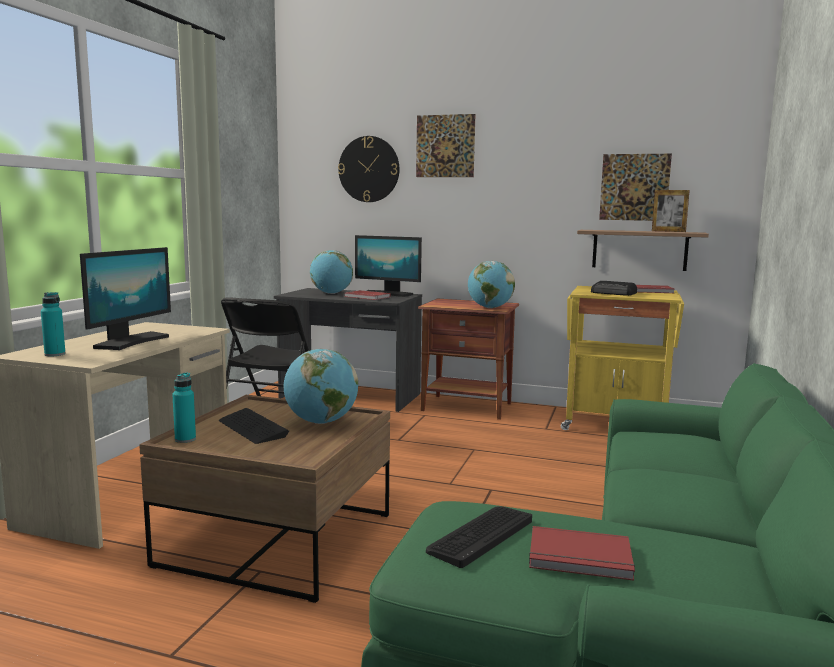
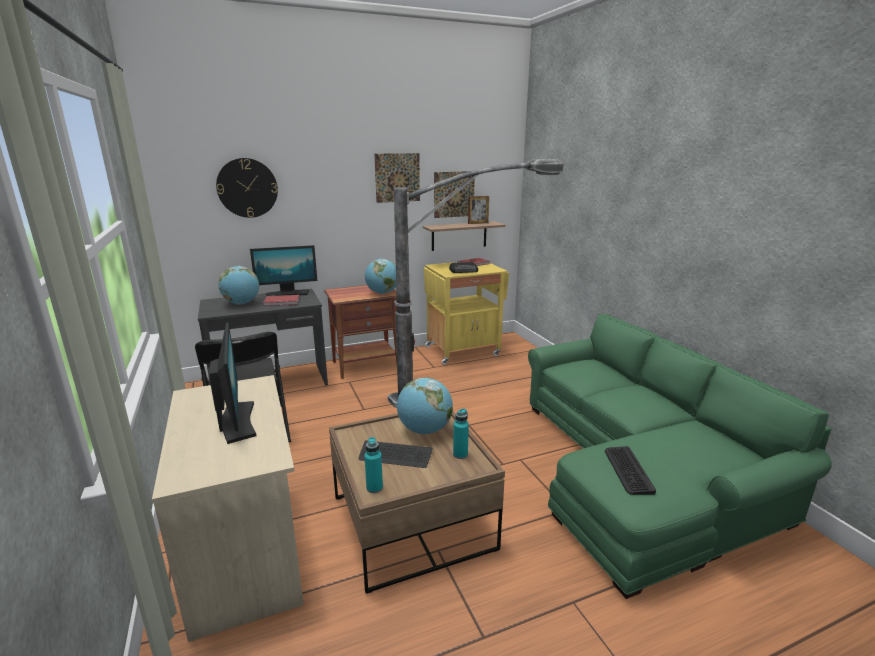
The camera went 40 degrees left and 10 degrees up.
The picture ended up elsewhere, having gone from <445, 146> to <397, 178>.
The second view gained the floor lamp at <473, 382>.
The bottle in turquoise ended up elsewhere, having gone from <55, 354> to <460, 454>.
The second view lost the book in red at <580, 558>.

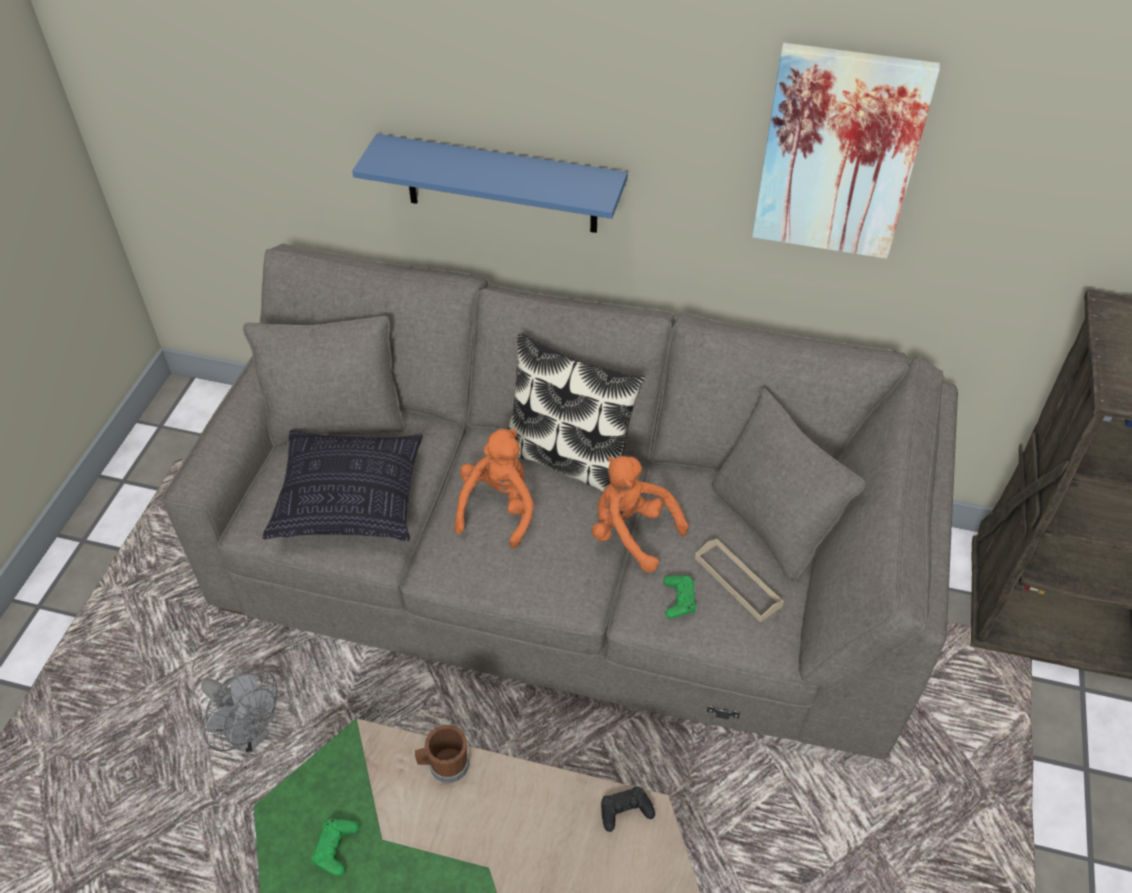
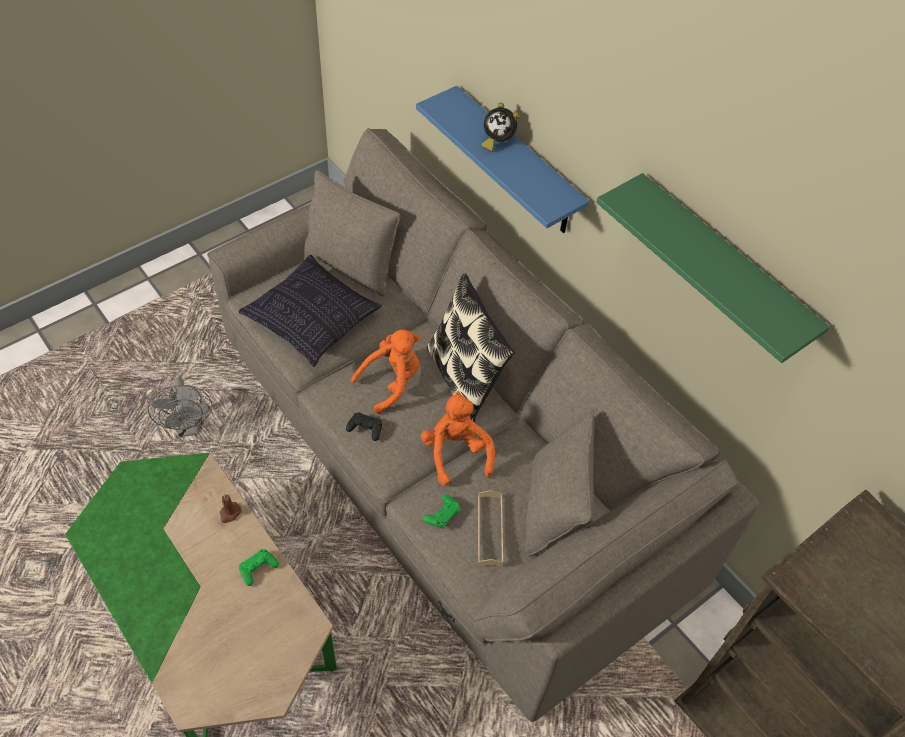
The camera went 35 degrees right and 5 degrees up.
Where the mug in brown stood at <444, 765>, the candle in brown came to stand at <229, 513>.
The game controller in green ended up elsewhere, having gone from <336, 848> to <258, 568>.
The game controller in black ended up elsewhere, having gone from <625, 811> to <365, 428>.
The second view gained the alarm clock at <497, 141>.
Where the picture hung at <839, 153>, the shelf in green came to hang at <720, 270>.

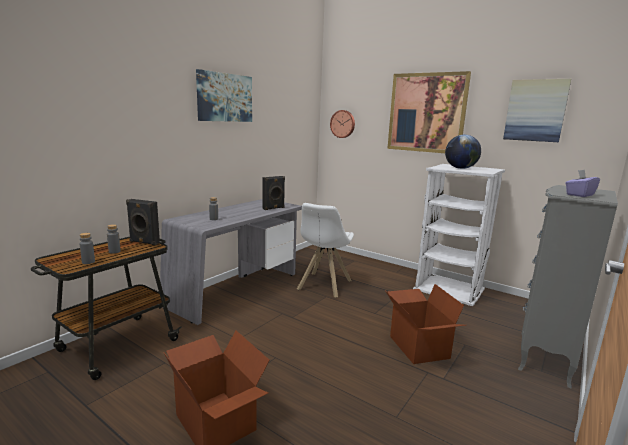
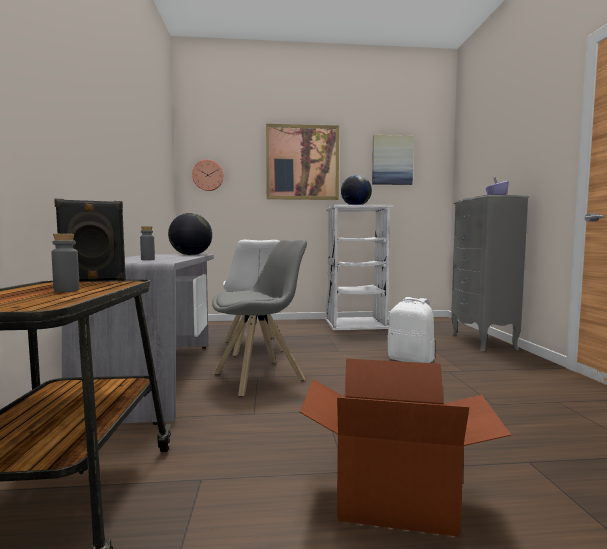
The camera went 40 degrees left and 10 degrees down.
Where the speaker in black stood at <274, 208>, the globe came to stand at <191, 255>.
The second view gained the chair in grey at <260, 377>.
Where the cardboard box stood at <417, 347>, the backpack in white came to stand at <411, 360>.
The second view lost the bottle in grey at <88, 262>.
The second view lost the picture at <224, 97>.

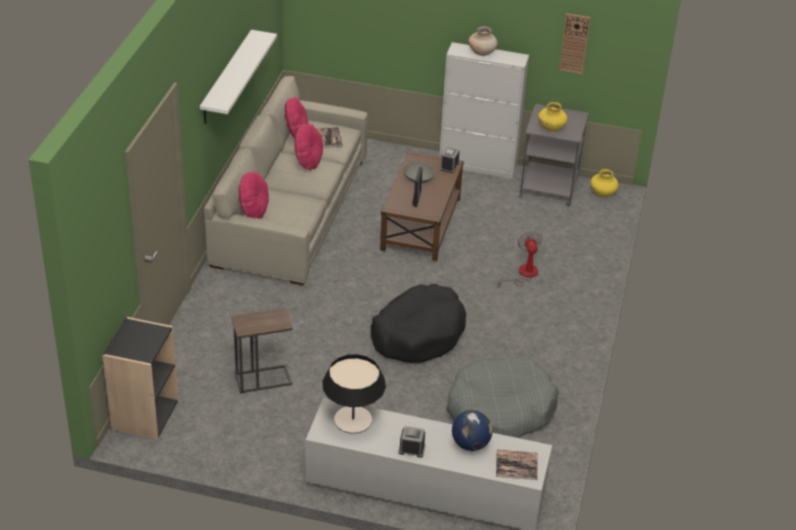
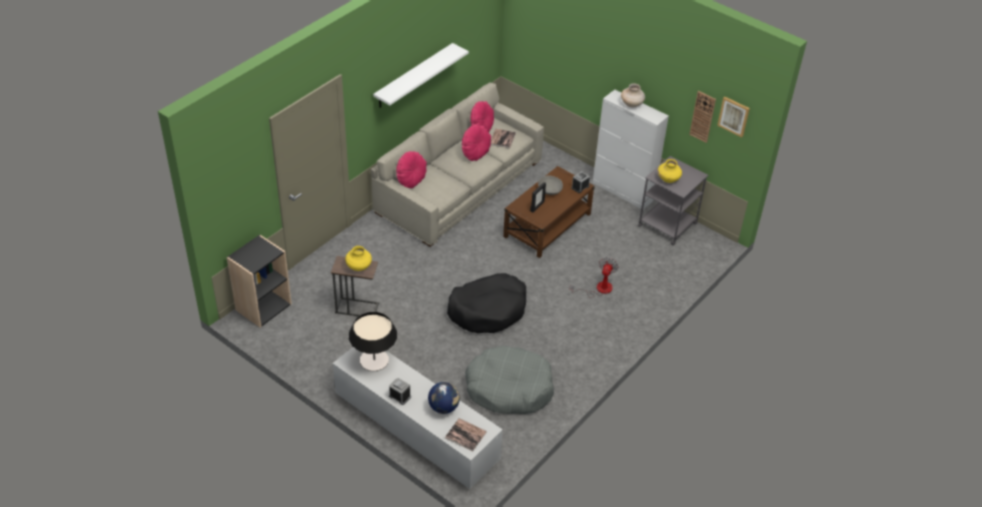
The camera went 25 degrees right and 5 degrees up.
The vase in yellow ended up elsewhere, having gone from <603, 193> to <359, 267>.
The second view gained the picture at <734, 116>.

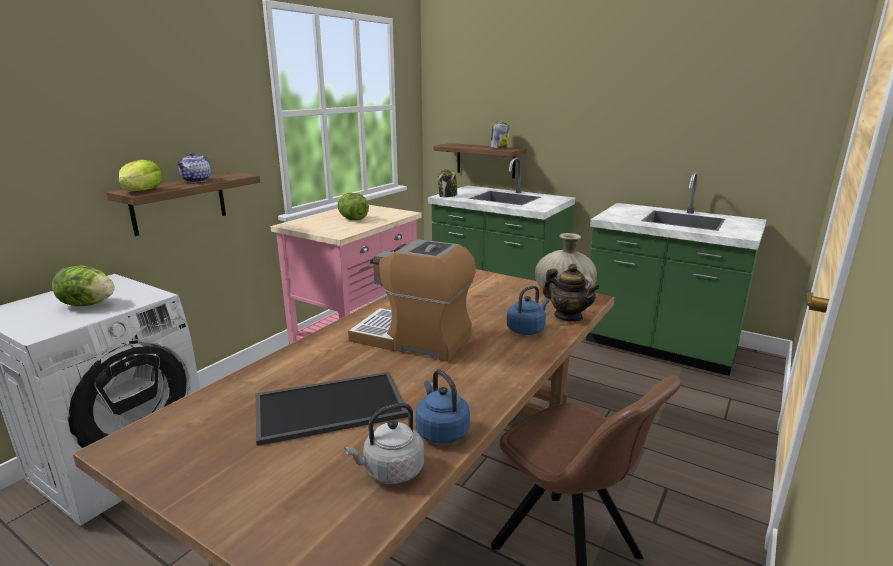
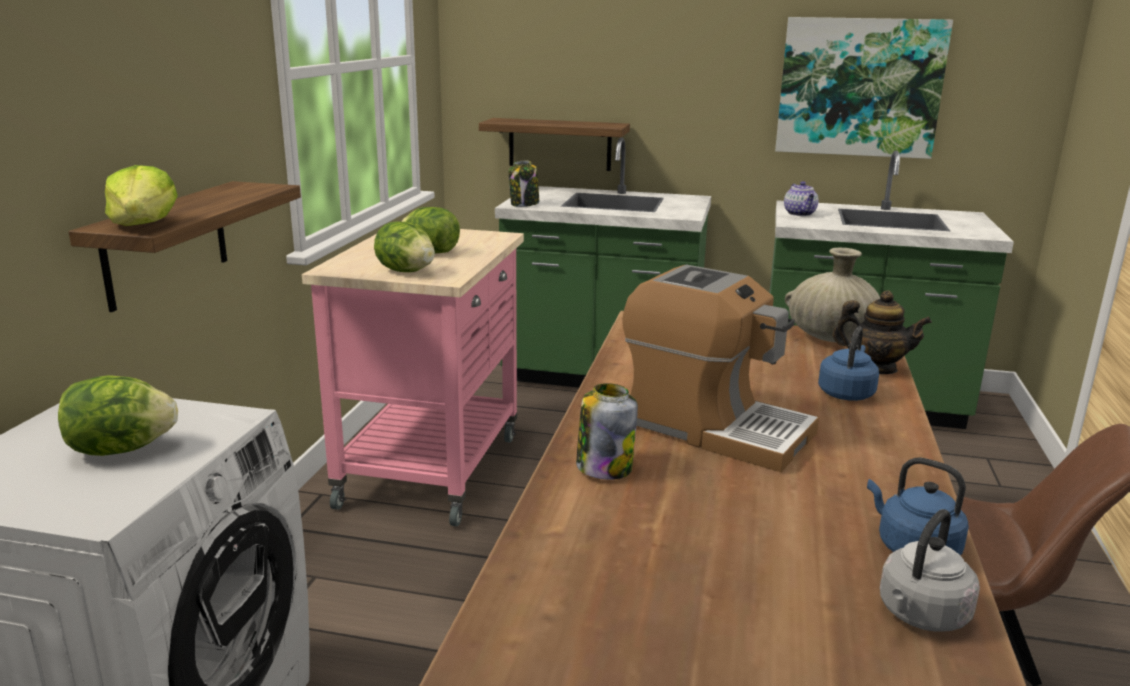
The camera went 20 degrees left and 0 degrees up.
The second view gained the lettuce at <406, 271>.
The jar ended up elsewhere, having gone from <498, 148> to <604, 467>.
The coffee machine at <413, 339> ended up facing another way, 150 degrees counterclockwise from before.
The second view gained the picture at <859, 87>.
The teapot ended up elsewhere, having gone from <196, 181> to <800, 214>.
The second view lost the tray at <328, 408>.

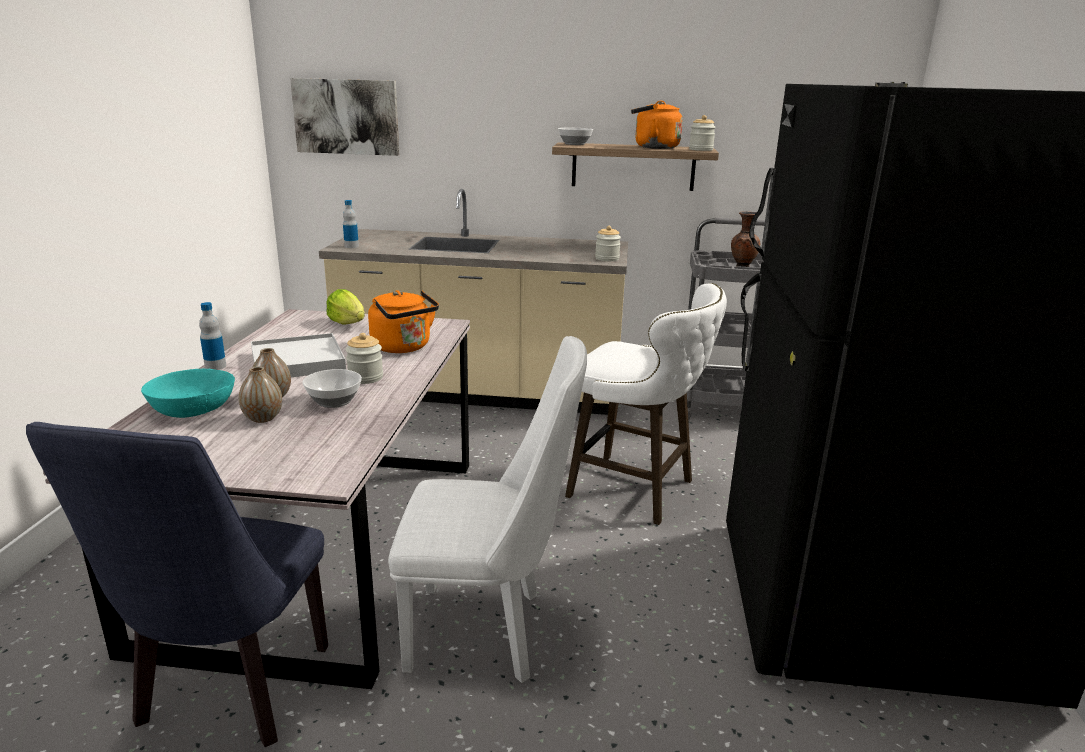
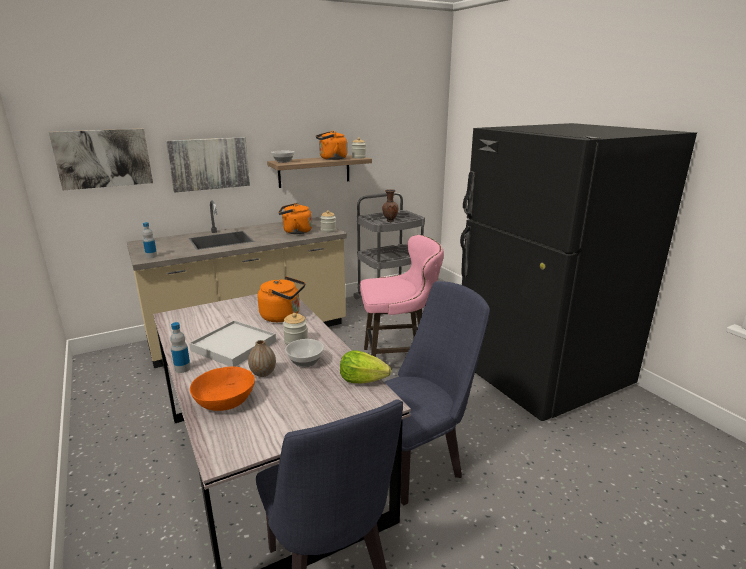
The camera went 35 degrees left and 0 degrees up.
The second view gained the picture at <209, 163>.
What was the bowl in turquoise at <192, 408> turned into the bowl in orange at <224, 400>.
The second view gained the kettle in orange at <295, 232>.
The lettuce ended up elsewhere, having gone from <347, 323> to <362, 380>.
What was the stool in white at <636, 490> turned into the stool in pink at <399, 360>.
What was the chair in white at <489, 631> turned into the chair in blue at <417, 463>.
The second view lost the vase at <263, 418>.

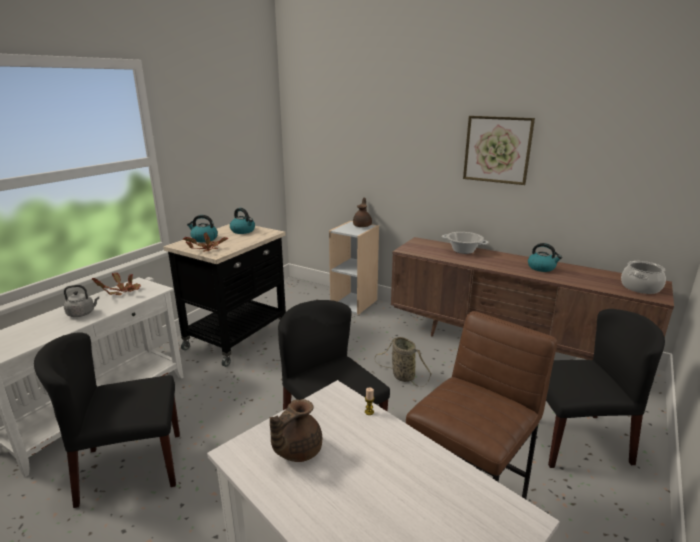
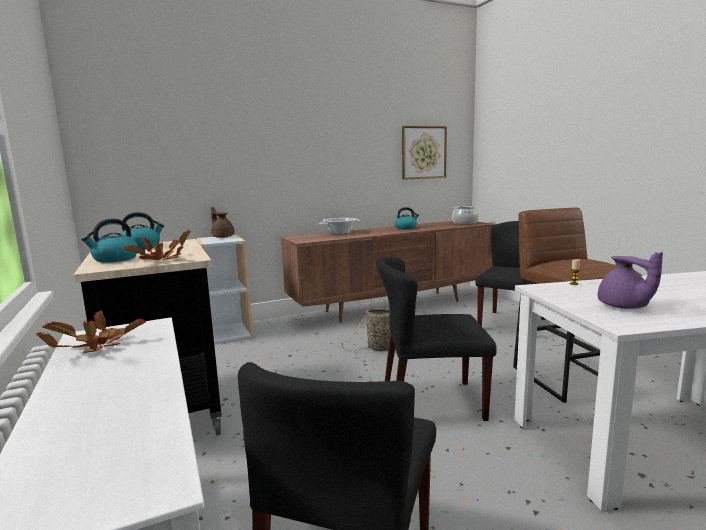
The camera went 55 degrees left and 10 degrees down.
The picture ended up elsewhere, having gone from <497, 149> to <423, 152>.
What was the teapot in brown at <297, 450> turned into the teapot in purple at <624, 307>.
The second view lost the kettle in grey at <82, 313>.

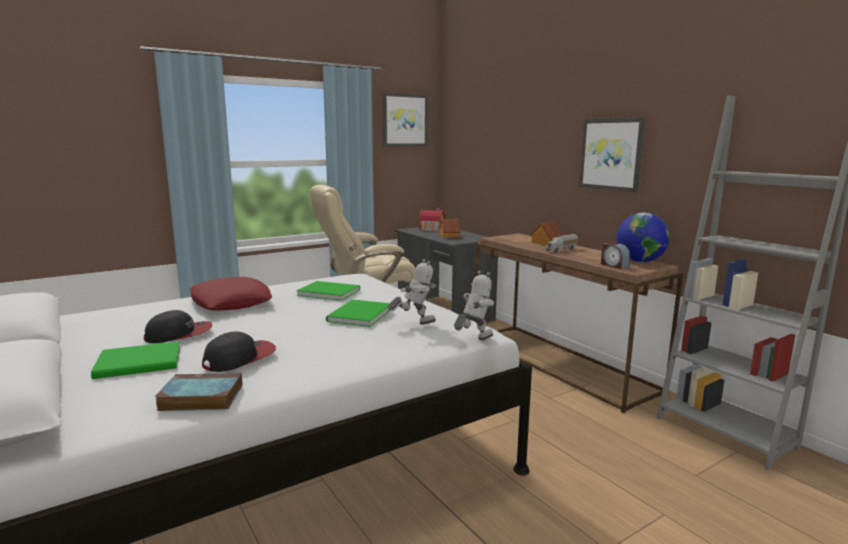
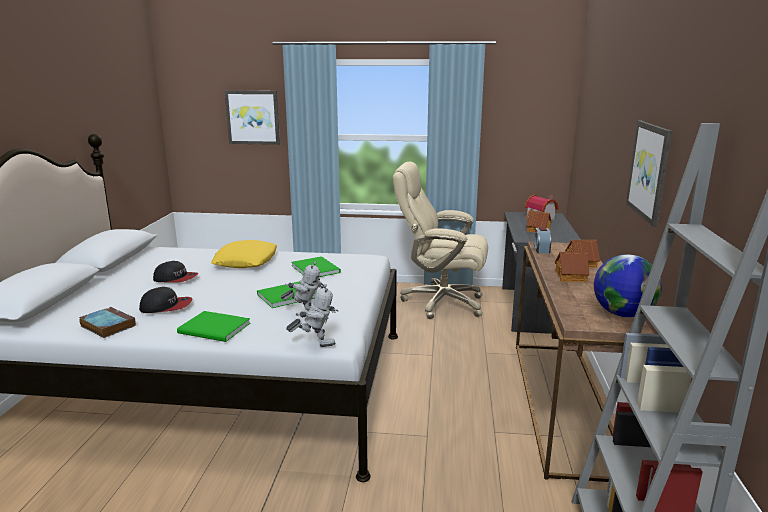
The camera went 40 degrees right and 5 degrees up.
The book in green ended up elsewhere, having gone from <141, 363> to <215, 329>.
What was the pillow in red at <230, 302> turned into the pillow in yellow at <246, 261>.
The picture ended up elsewhere, having gone from <404, 120> to <253, 117>.
The alarm clock ended up elsewhere, having gone from <613, 265> to <541, 249>.
Where the toy truck stood at <561, 250>, the toy house came to stand at <571, 277>.

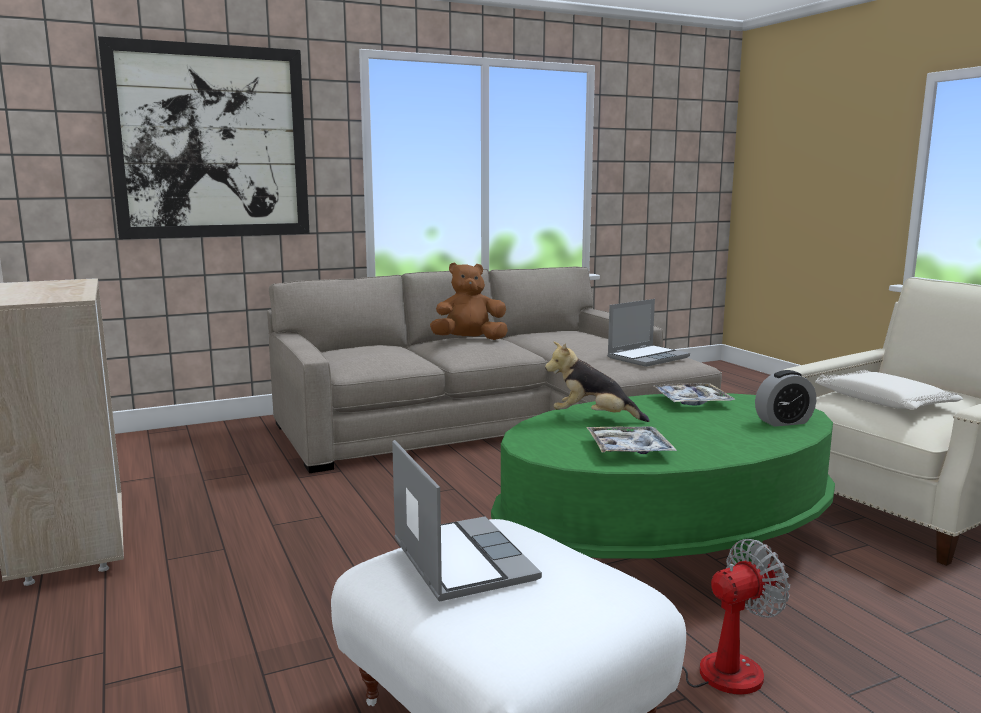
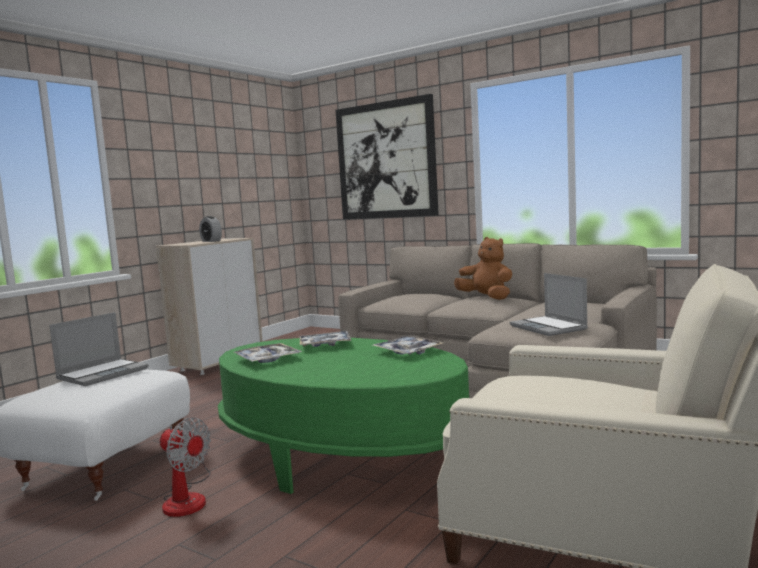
The camera went 60 degrees right and 5 degrees down.
The alarm clock ended up elsewhere, having gone from <783, 422> to <211, 241>.
Where the plush toy stood at <593, 418>, the tray came to stand at <325, 345>.
The laptop at <648, 357> ended up facing another way, 45 degrees clockwise from before.
The second view lost the pillow in white at <884, 399>.

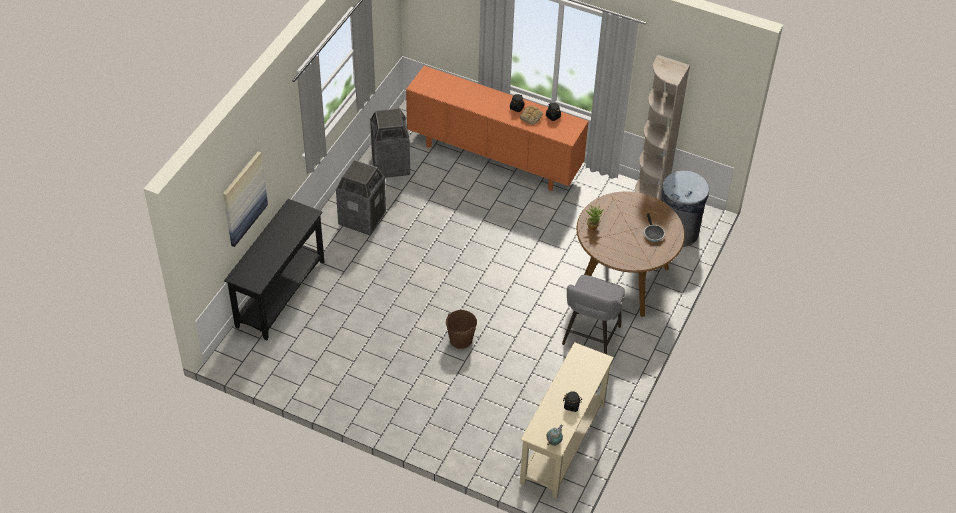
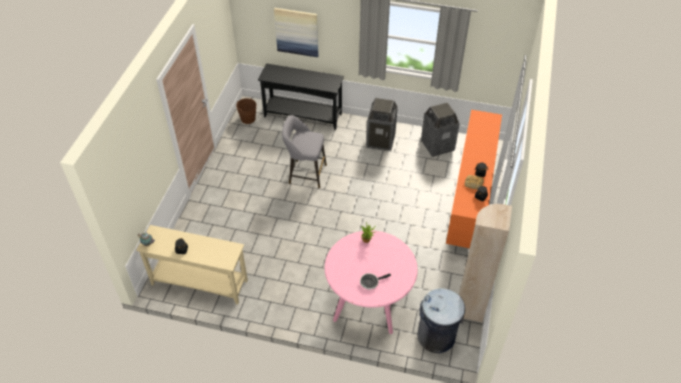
The camera went 80 degrees right and 0 degrees up.
The bucket in brown ended up elsewhere, having gone from <460, 339> to <248, 119>.
The stool in grey ended up elsewhere, having gone from <590, 338> to <305, 174>.
What was the dining table in brown at <623, 280> turned into the dining table in pink at <369, 302>.

